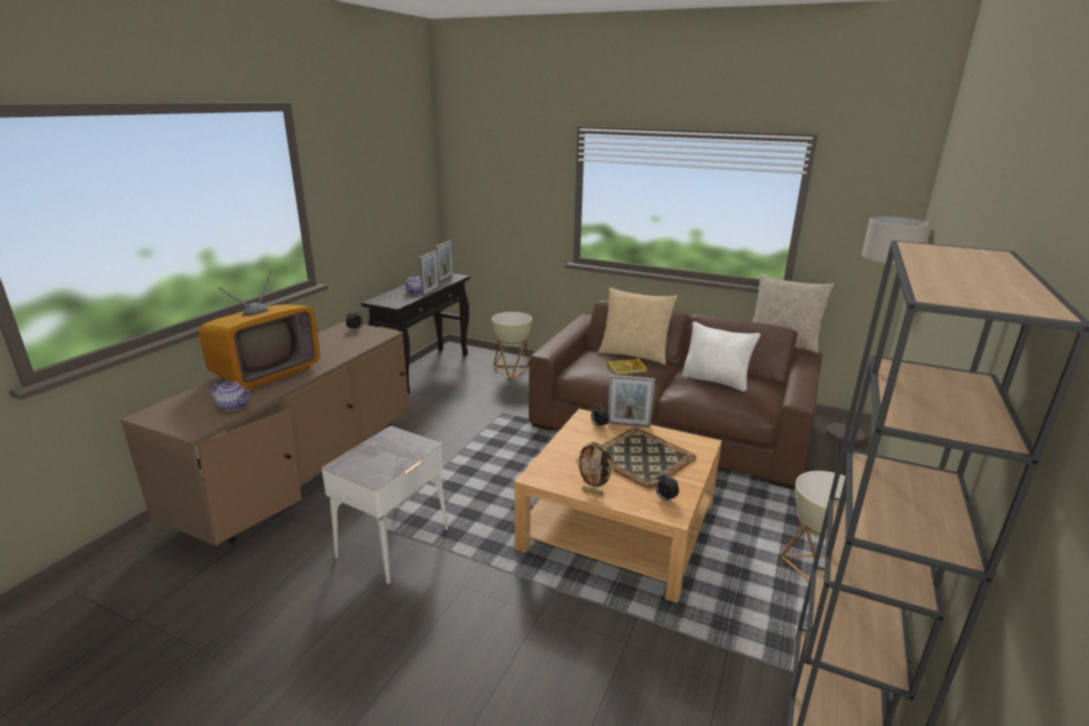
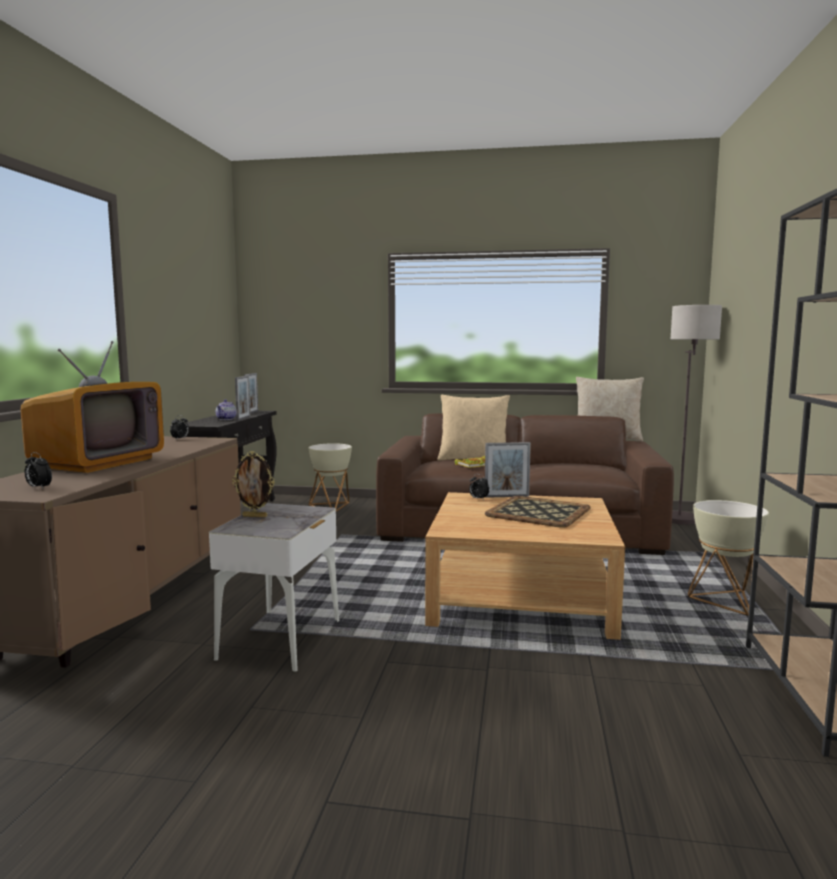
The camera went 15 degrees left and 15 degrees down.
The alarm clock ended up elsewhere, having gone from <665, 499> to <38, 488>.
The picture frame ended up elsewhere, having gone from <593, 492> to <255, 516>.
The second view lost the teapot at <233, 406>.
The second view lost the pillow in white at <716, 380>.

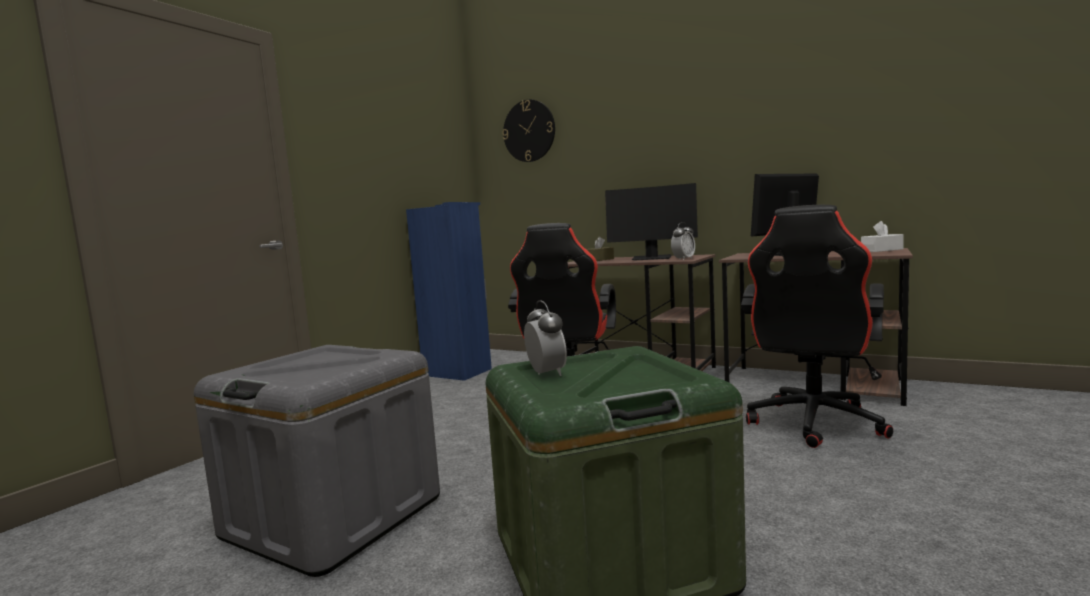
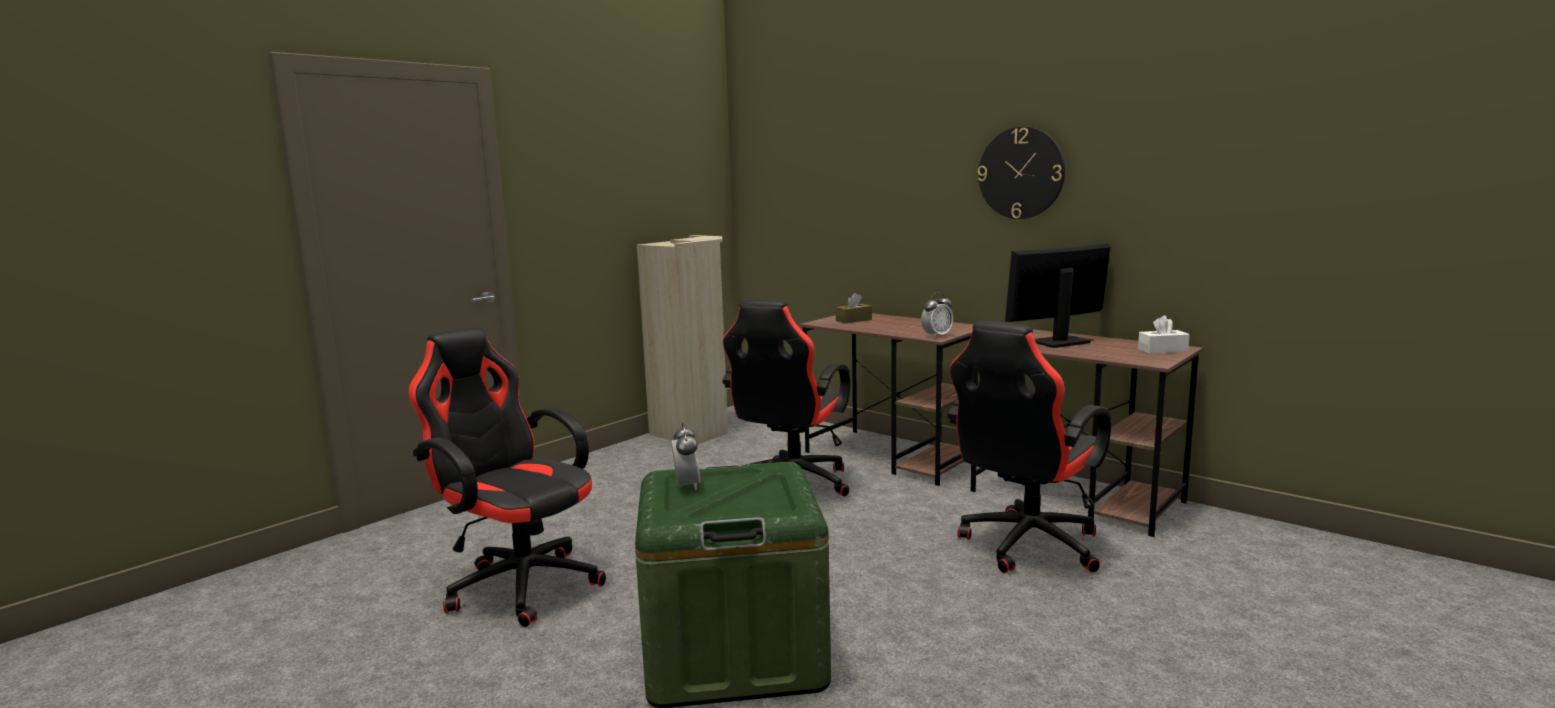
The camera went 10 degrees right and 5 degrees up.
Where the storage box in grey stood at <334, 516>, the office chair in black came to stand at <519, 584>.
What was the cabinet in blue at <462, 369> turned into the cabinet in beige at <695, 430>.
The wall clock ended up elsewhere, having gone from <529, 131> to <1021, 173>.
The second view lost the monitor at <652, 258>.

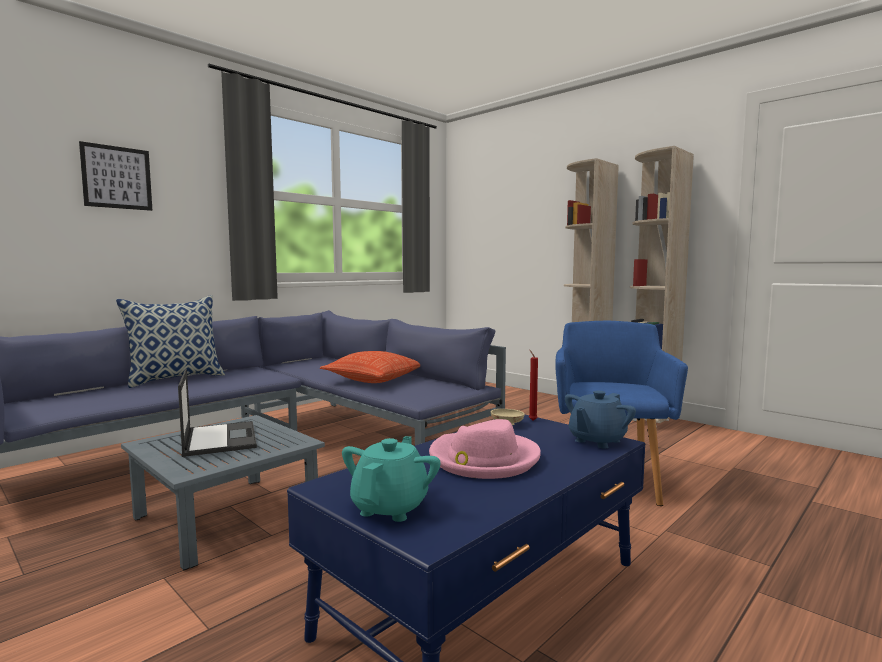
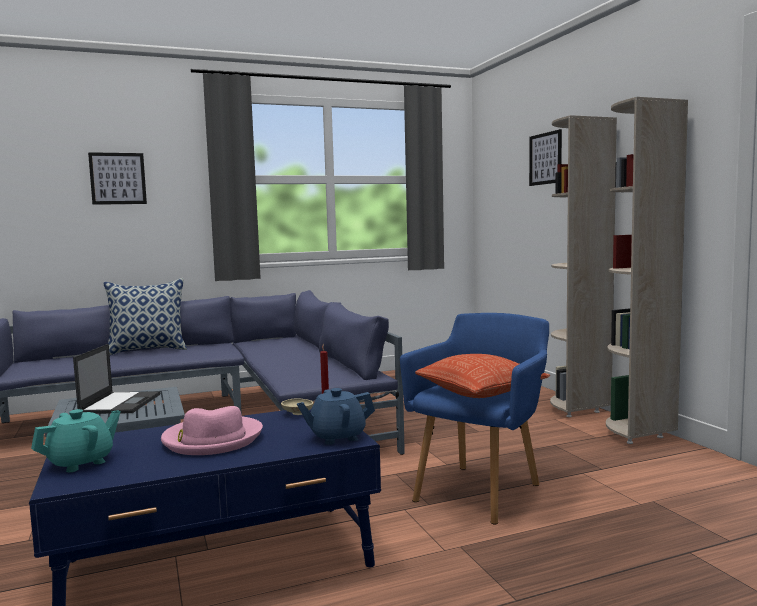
The camera went 25 degrees right and 0 degrees up.
The pillow in orange ended up elsewhere, having gone from <374, 379> to <479, 392>.
The second view gained the picture at <545, 158>.

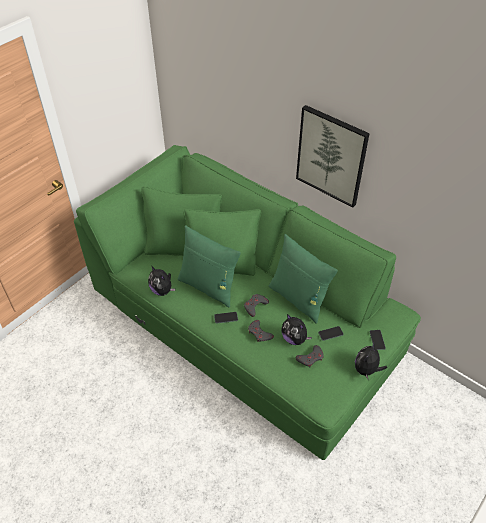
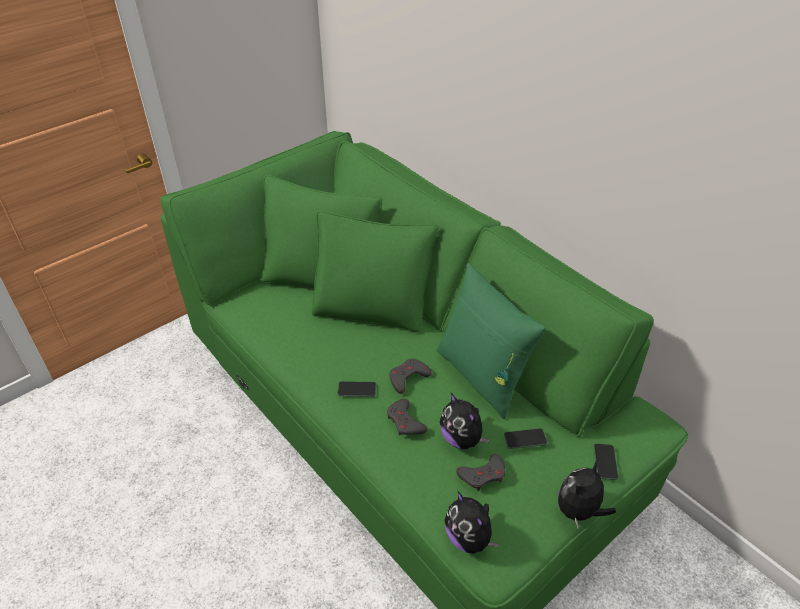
The camera went 10 degrees right and 5 degrees down.
The plush toy ended up elsewhere, having gone from <162, 290> to <469, 538>.
The second view lost the pillow in green at <208, 287>.
The second view lost the picture at <331, 156>.

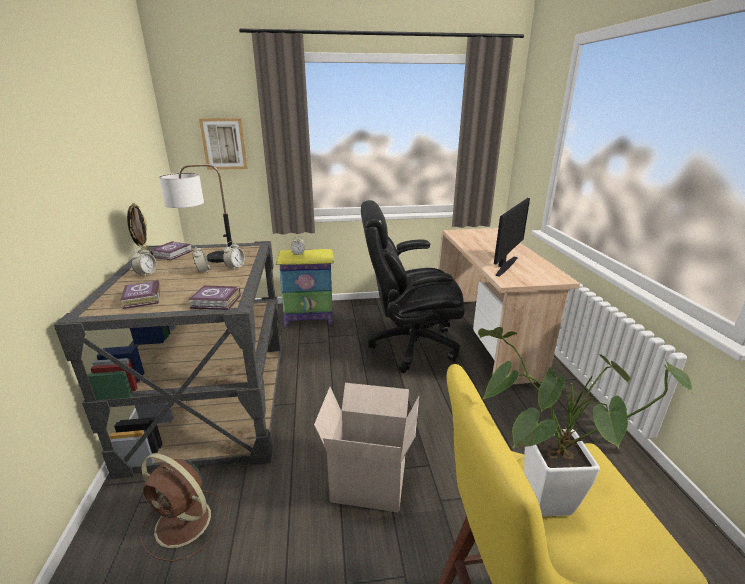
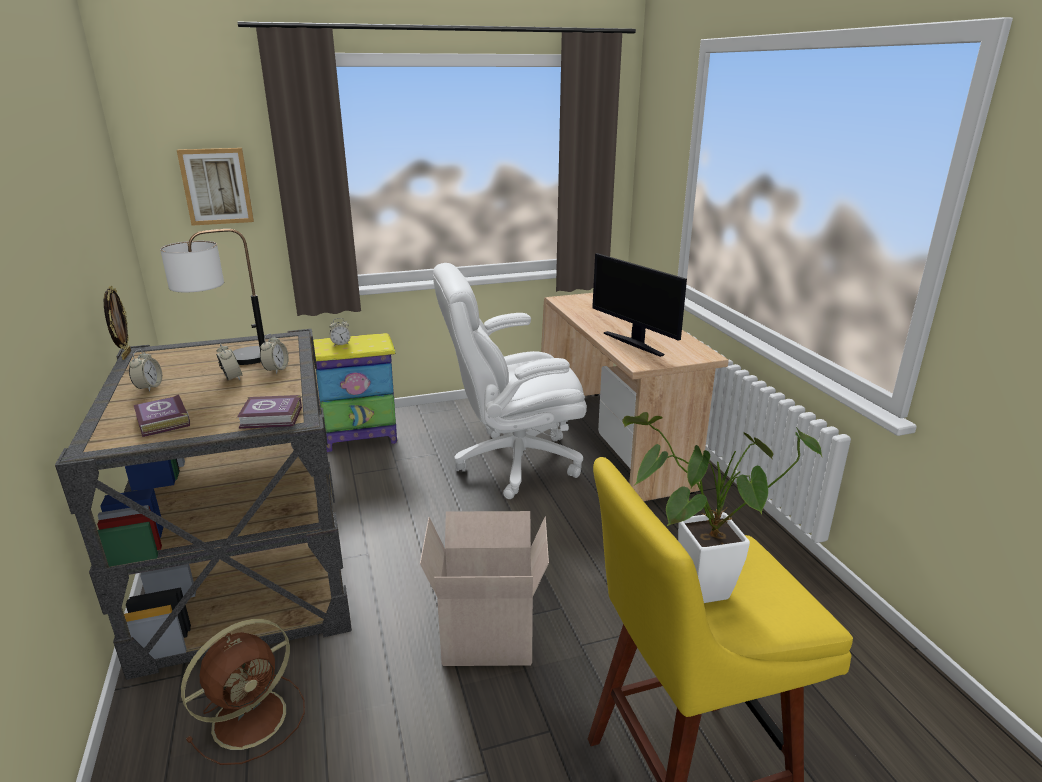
The camera went 10 degrees left and 0 degrees up.
The fan in brown at <185, 523> ended up facing another way, 60 degrees counterclockwise from before.
What was the office chair in black at <408, 345> turned into the office chair in white at <511, 462>.
The monitor at <504, 266> ended up facing another way, 120 degrees clockwise from before.
The second view lost the book at <174, 253>.

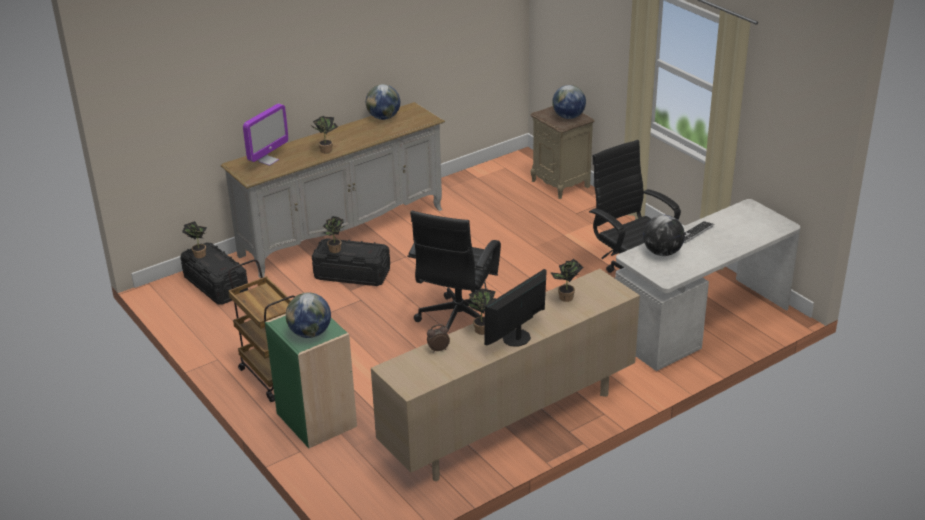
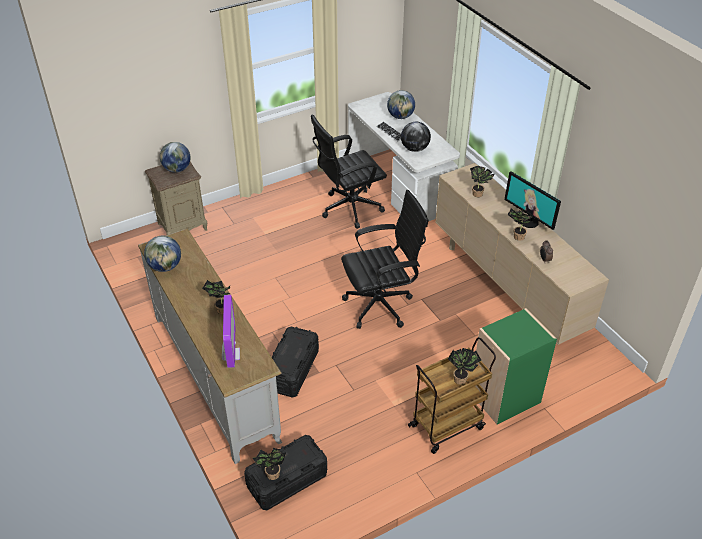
The camera went 85 degrees left and 10 degrees up.
The monitor at <268, 161> ended up facing another way, 45 degrees clockwise from before.
The office chair in black at <457, 323> ended up facing another way, 45 degrees counterclockwise from before.
The globe ended up elsewhere, having gone from <310, 333> to <400, 116>.
The potted plant ended up elsewhere, having gone from <336, 250> to <461, 378>.

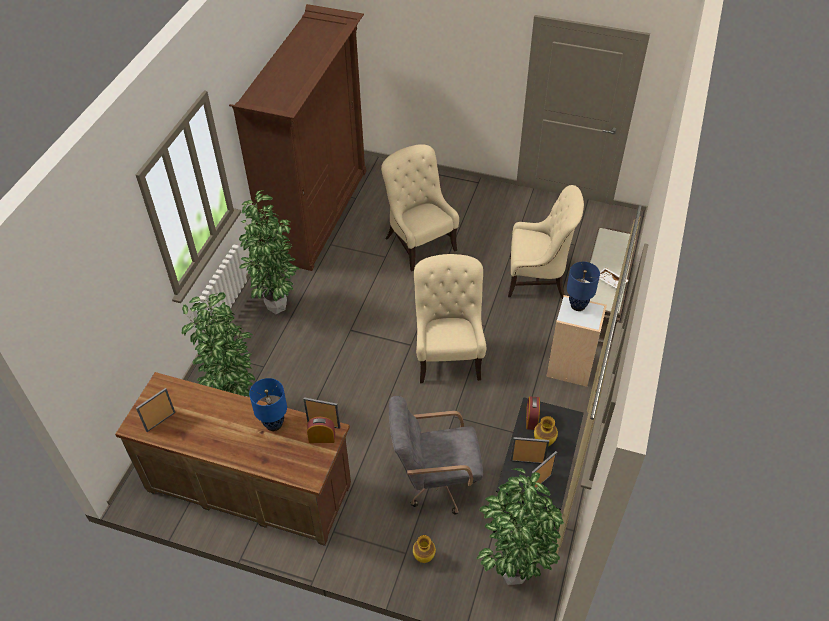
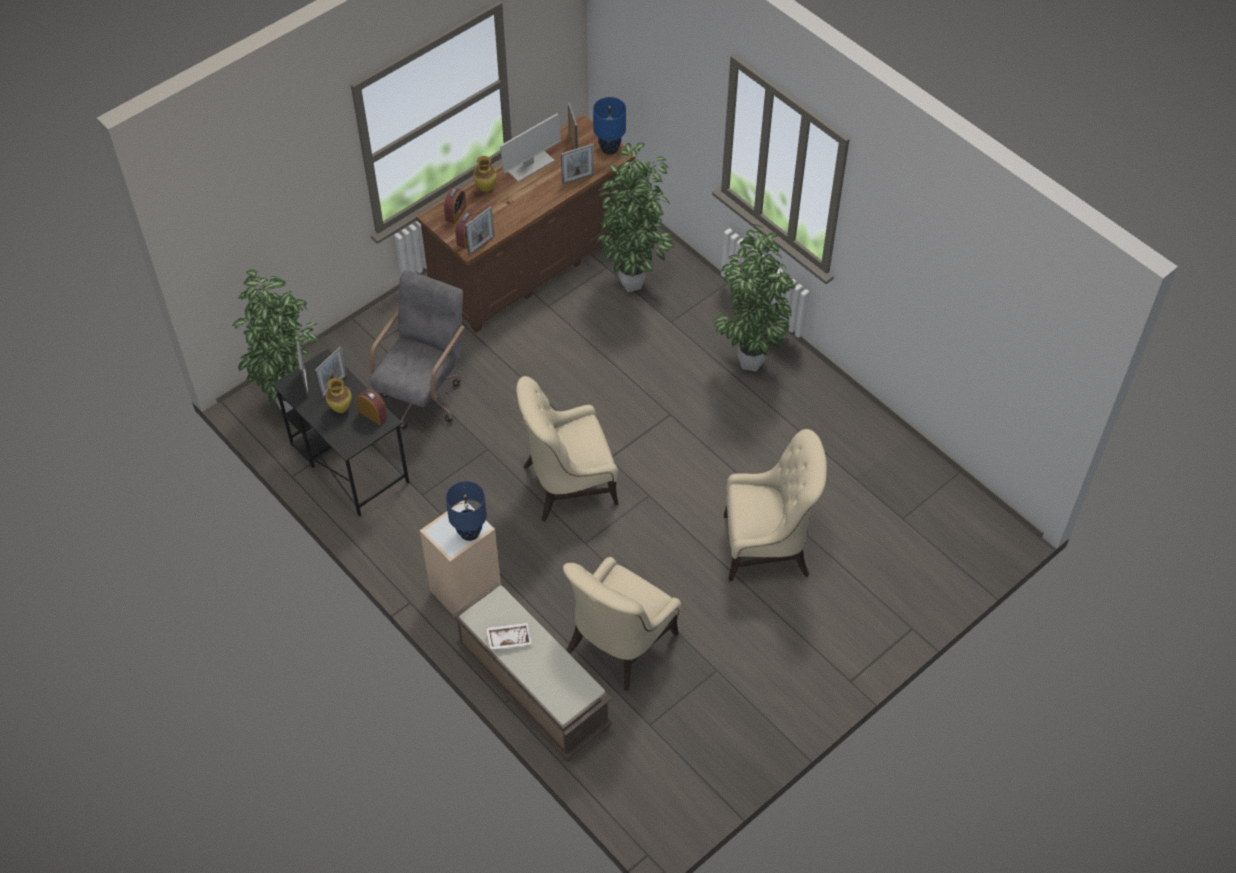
The camera went 120 degrees right and 5 degrees up.
The second view gained the alarm clock at <456, 213>.
The vase ended up elsewhere, having gone from <423, 557> to <486, 188>.
The second view gained the monitor at <529, 166>.
The chair in beige at <447, 356> ended up facing another way, 135 degrees clockwise from before.
The second view gained the picture frame at <577, 178>.
The table lamp in blue ended up elsewhere, having gone from <273, 424> to <609, 148>.
The second view lost the wardrobe in brown at <319, 213>.

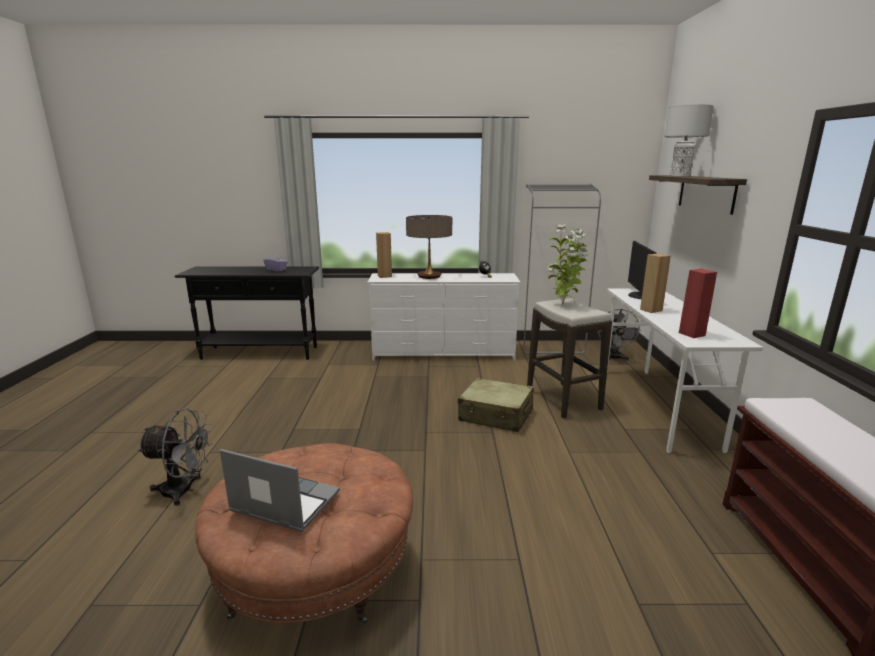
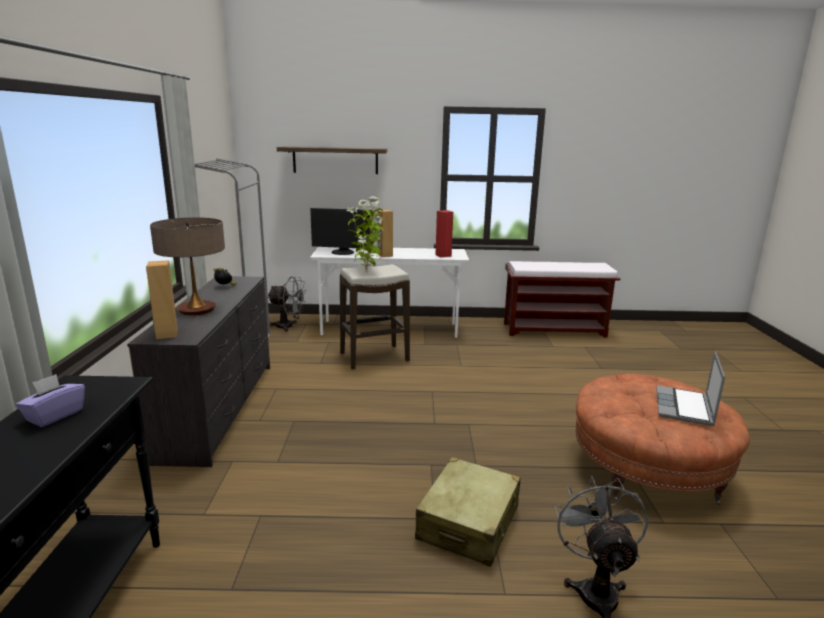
The camera went 90 degrees left and 0 degrees up.
What was the dresser in white at <443, 353> turned into the dresser in black at <220, 409>.
The suitcase in beige ended up elsewhere, having gone from <496, 415> to <468, 523>.
The second view lost the table lamp in white at <680, 176>.

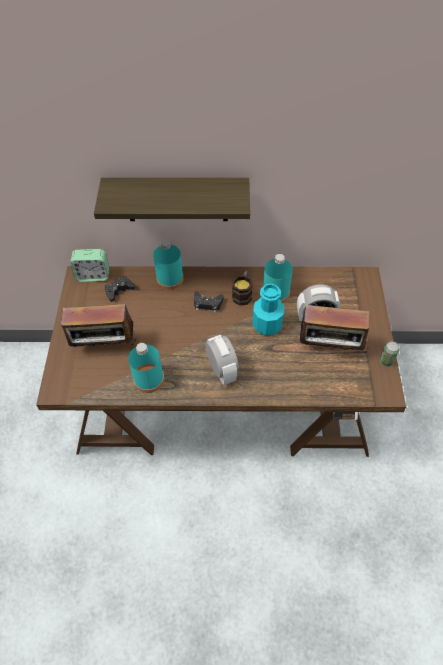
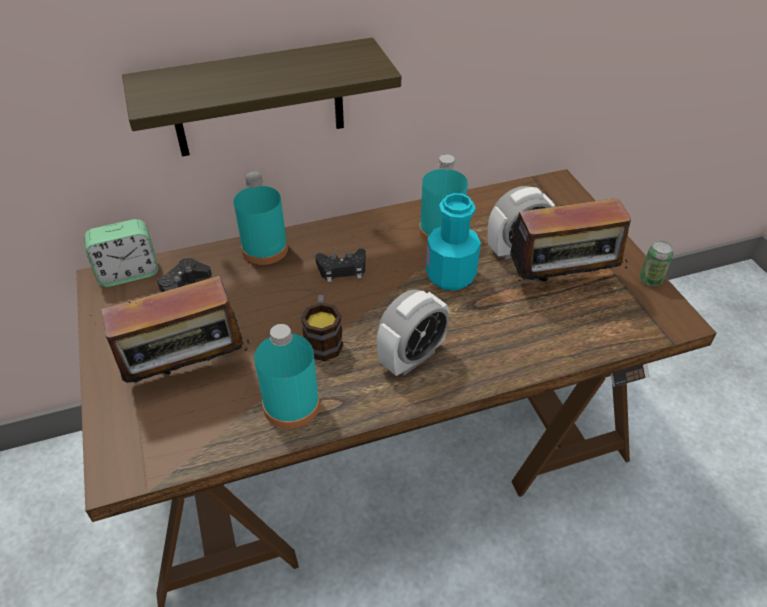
The camera went 20 degrees left and 10 degrees down.
The mug ended up elsewhere, having gone from <242, 294> to <323, 339>.
The alarm clock at <221, 370> ended up facing another way, 90 degrees clockwise from before.

